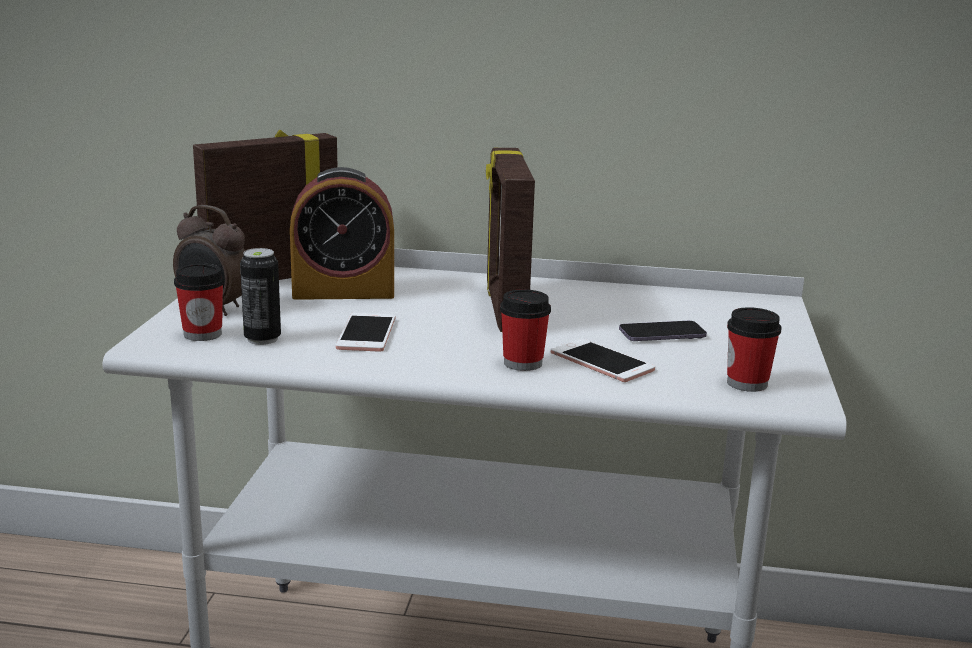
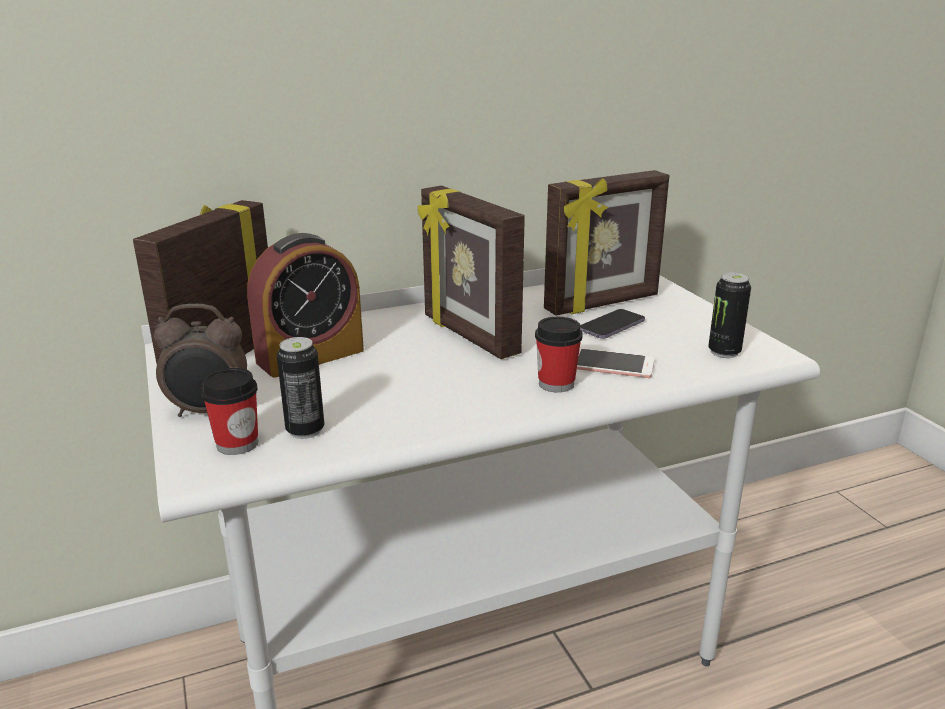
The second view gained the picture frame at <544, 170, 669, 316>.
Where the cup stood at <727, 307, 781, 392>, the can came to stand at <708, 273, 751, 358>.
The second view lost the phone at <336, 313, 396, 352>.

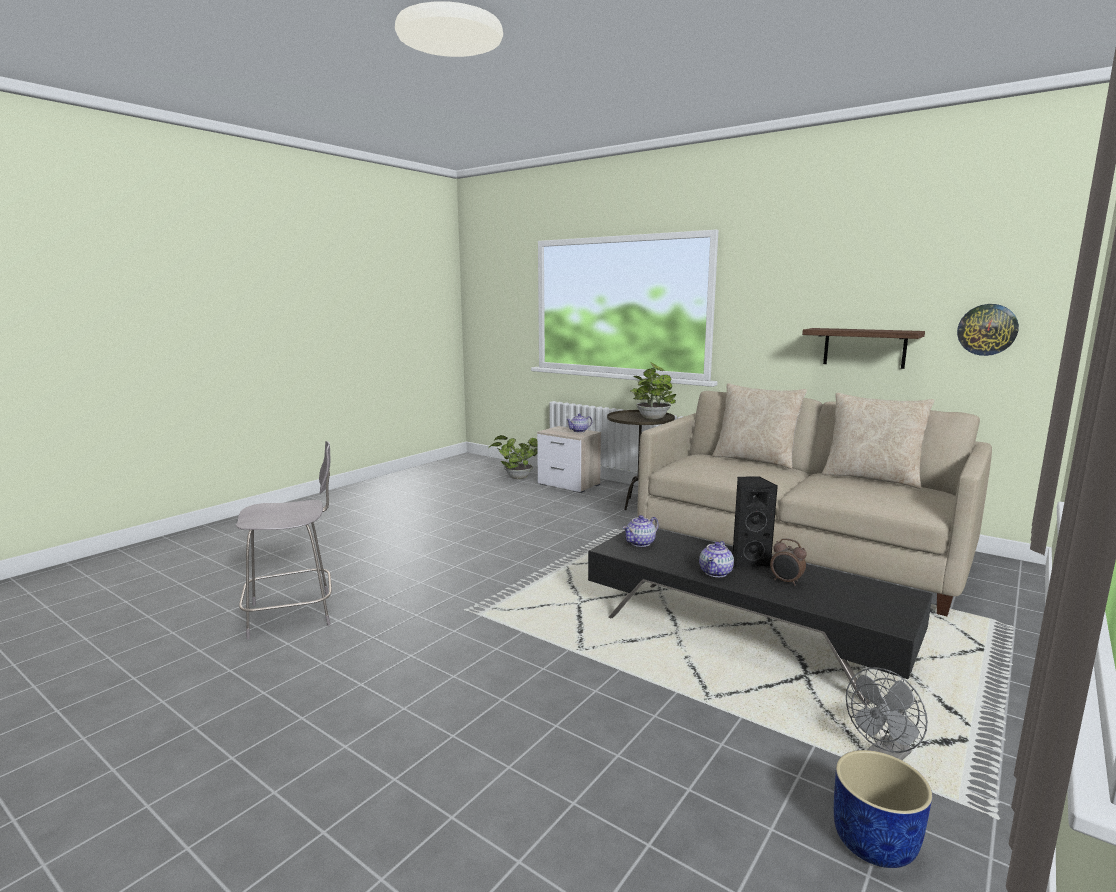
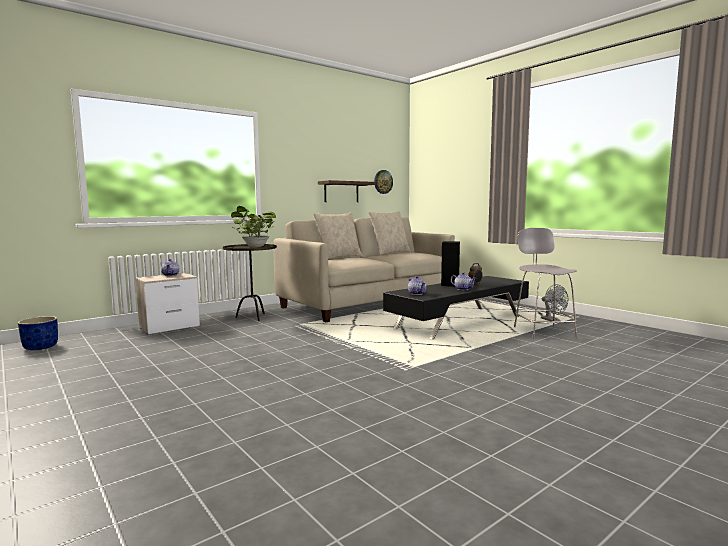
The blue planter ended up elsewhere, having gone from <834, 750, 932, 868> to <18, 316, 58, 350>.
The grey stool ended up elsewhere, having gone from <236, 441, 332, 639> to <514, 228, 577, 340>.
The second view lost the potted plant at <488, 435, 537, 479>.

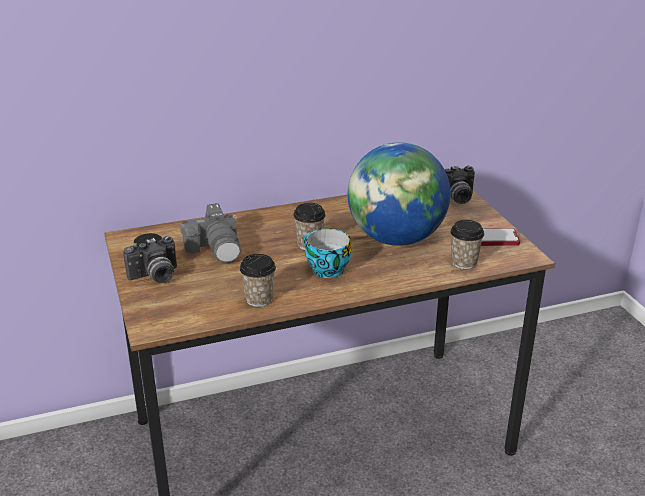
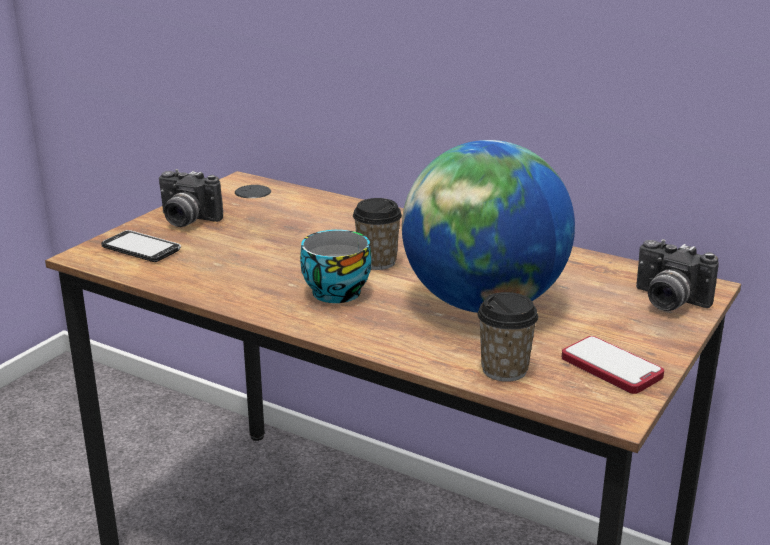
The second view gained the phone at <101, 230, 181, 262>.
The second view lost the photo camera at <180, 203, 241, 263>.
The second view lost the cup at <240, 254, 276, 307>.

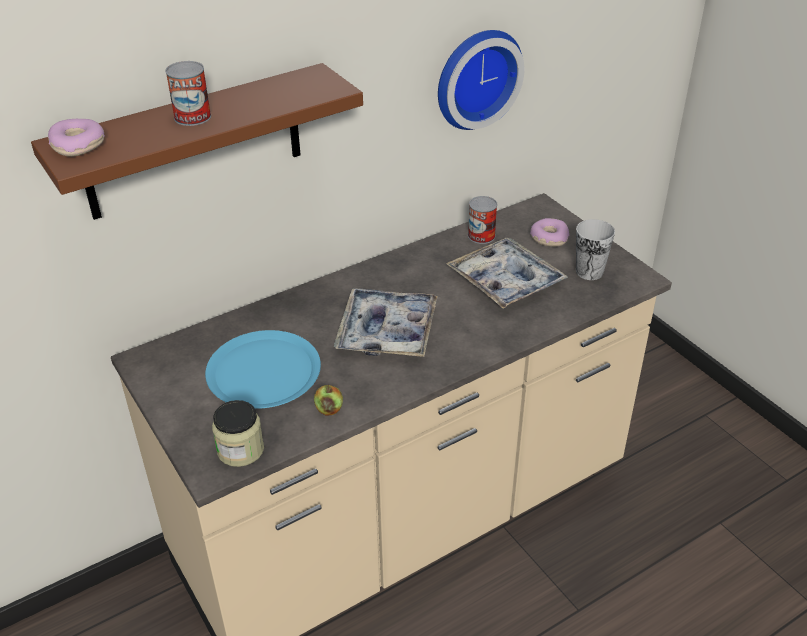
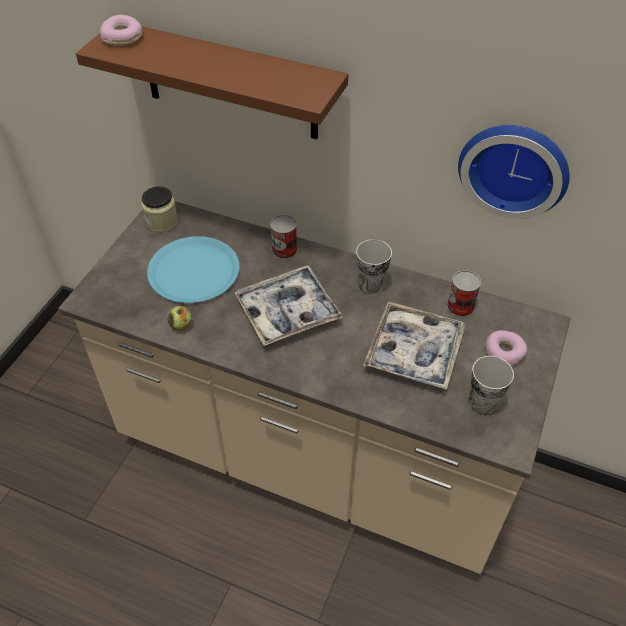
The jar ended up elsewhere, having gone from <212, 400, 264, 467> to <141, 186, 178, 232>.
The can ended up elsewhere, having gone from <165, 61, 211, 126> to <270, 215, 297, 259>.
The second view gained the cup at <356, 239, 392, 294>.

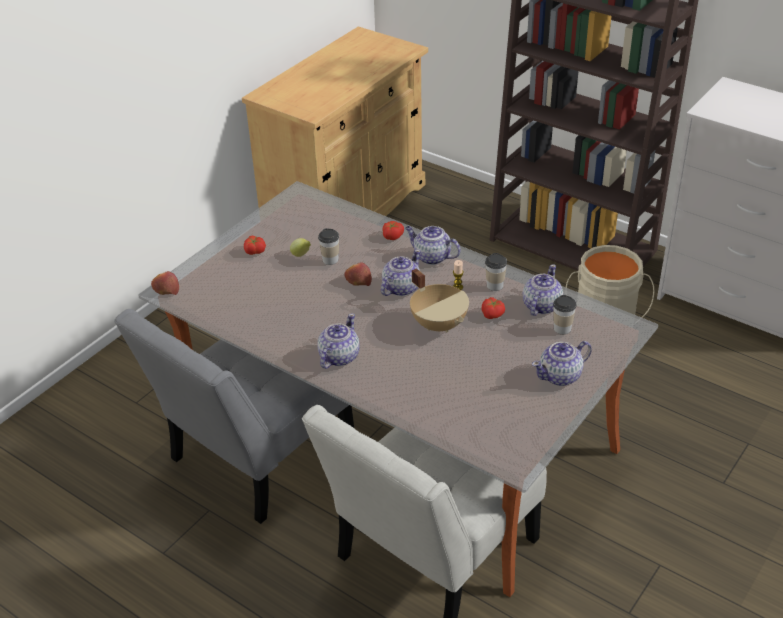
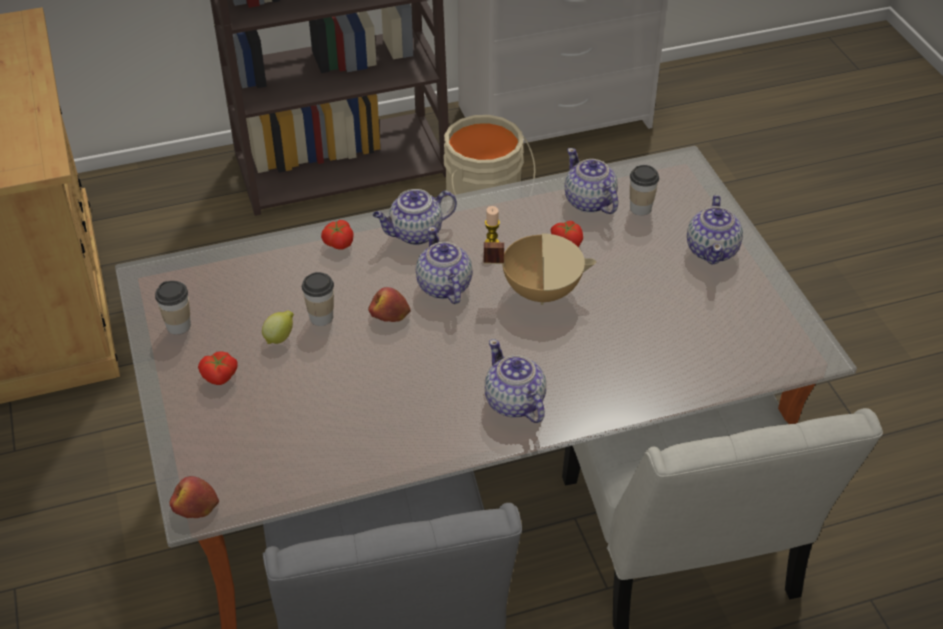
The cup ended up elsewhere, having gone from <485, 253, 507, 291> to <155, 281, 191, 335>.

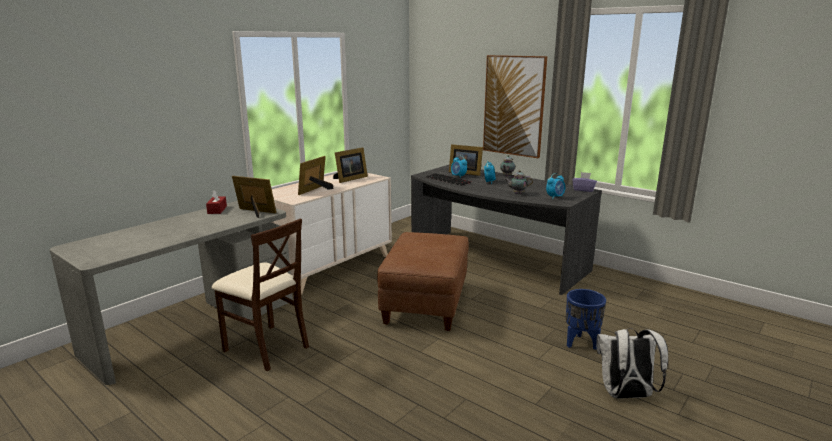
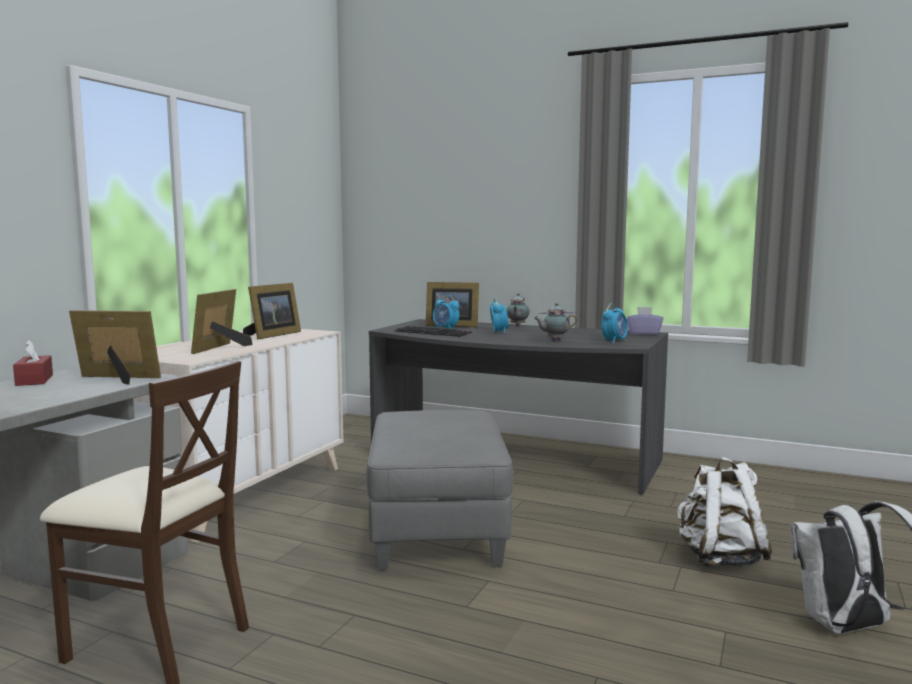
What was the brown ottoman at <377, 232, 469, 331> turned into the grey ottoman at <366, 410, 514, 570>.
Where the blue planter stood at <566, 289, 606, 350>, the white backpack came to stand at <677, 457, 774, 567>.
The second view lost the picture at <483, 55, 547, 158>.

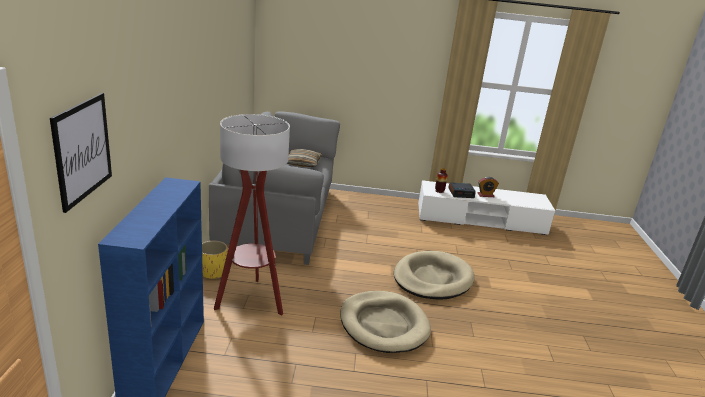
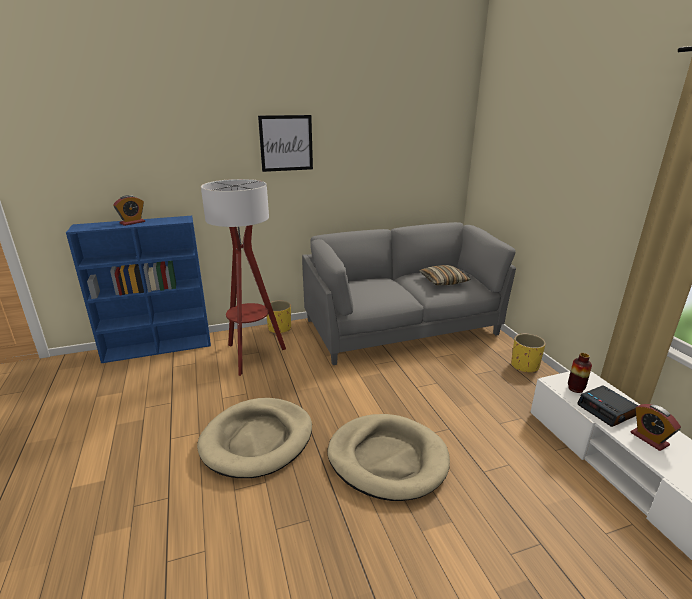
The second view gained the alarm clock at <113, 195, 145, 226>.
The picture ended up elsewhere, having gone from <50, 93, 112, 213> to <258, 115, 313, 172>.
The second view gained the yellow planter at <511, 334, 546, 373>.

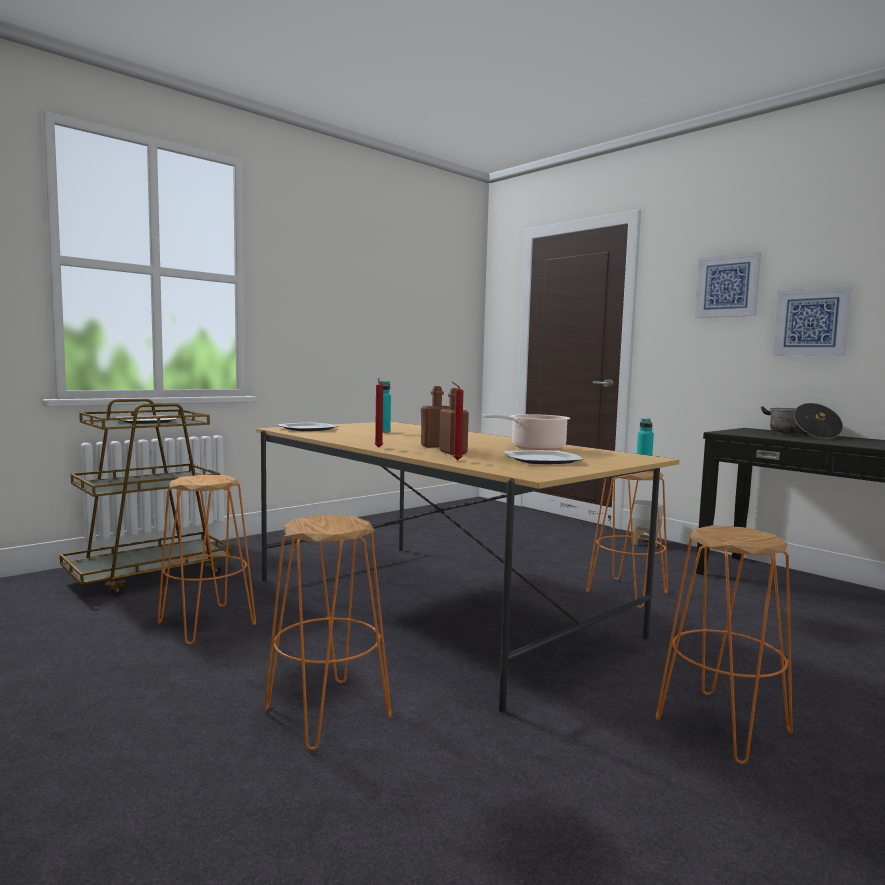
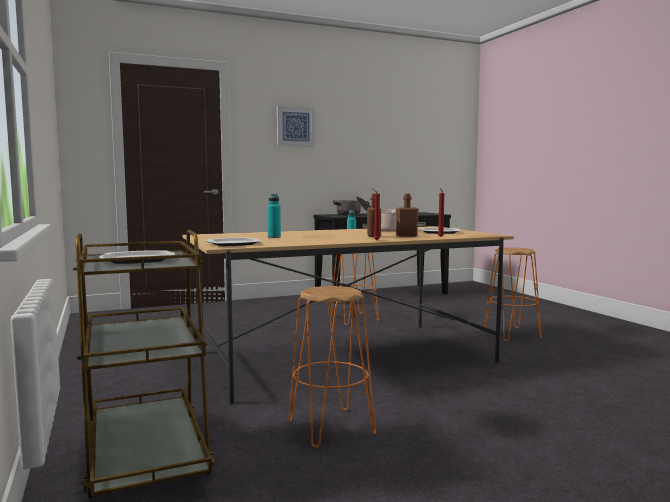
The second view lost the orange stool at <264, 515, 391, 750>.
The second view lost the grey planter at <632, 500, 663, 547>.
The second view lost the picture at <773, 286, 852, 356>.

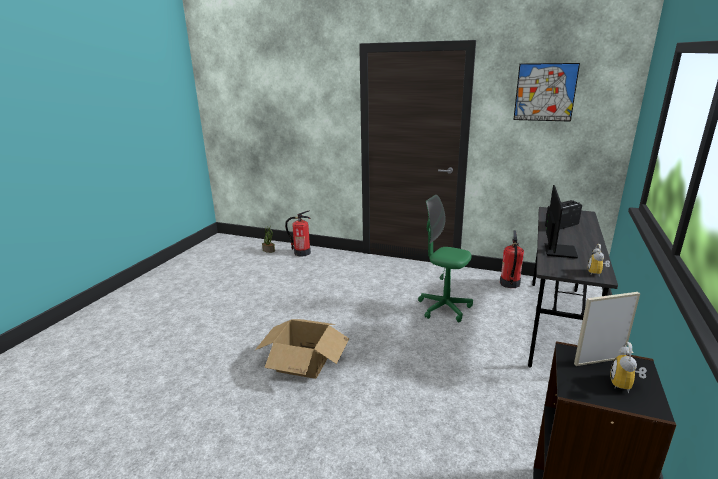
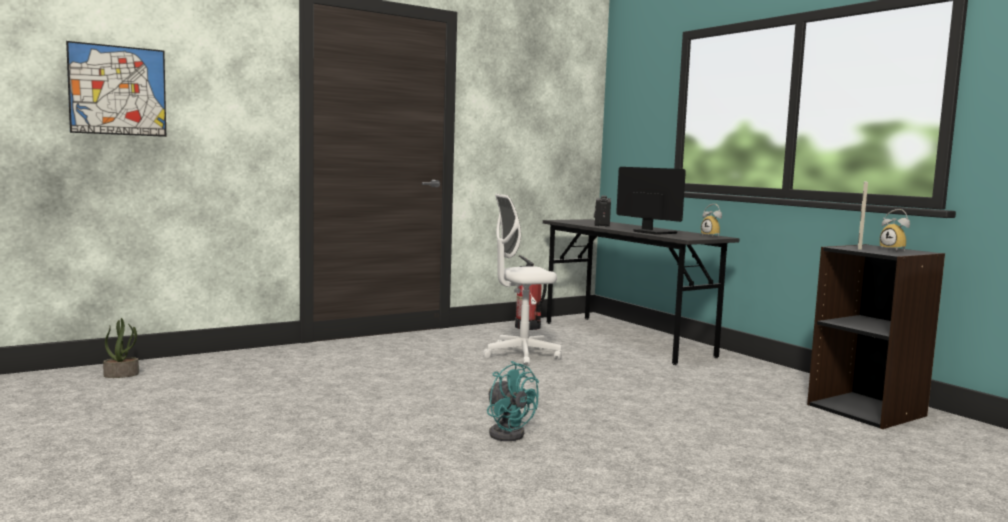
The picture ended up elsewhere, having gone from <513, 63, 580, 122> to <66, 41, 166, 137>.
What was the green office chair at <418, 195, 473, 322> turned into the white office chair at <483, 194, 562, 366>.
Where the cardboard box stood at <255, 319, 349, 379>, the turquoise fan came to stand at <487, 361, 539, 441>.
The second view lost the fire extinguisher at <285, 210, 311, 257>.

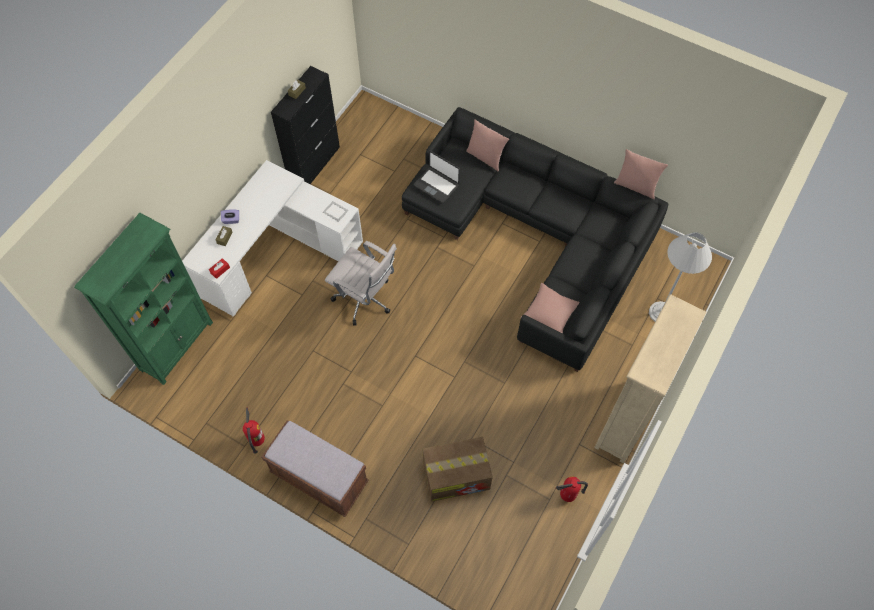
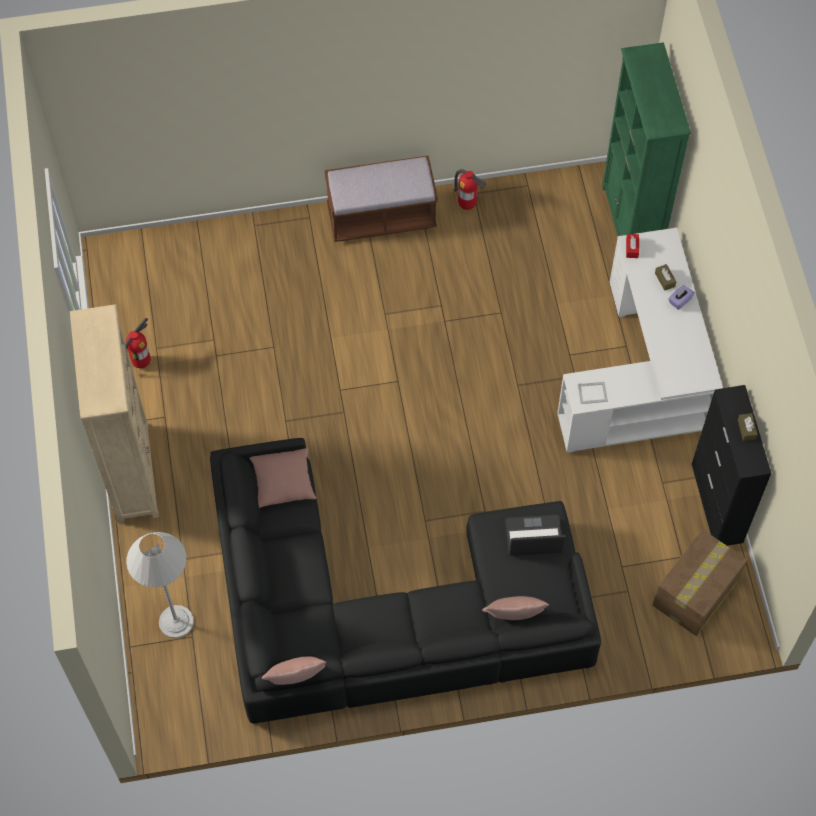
The cardboard box ended up elsewhere, having gone from <423, 437, 493, 501> to <652, 529, 747, 636>.
The second view lost the white office chair at <325, 241, 397, 326>.

